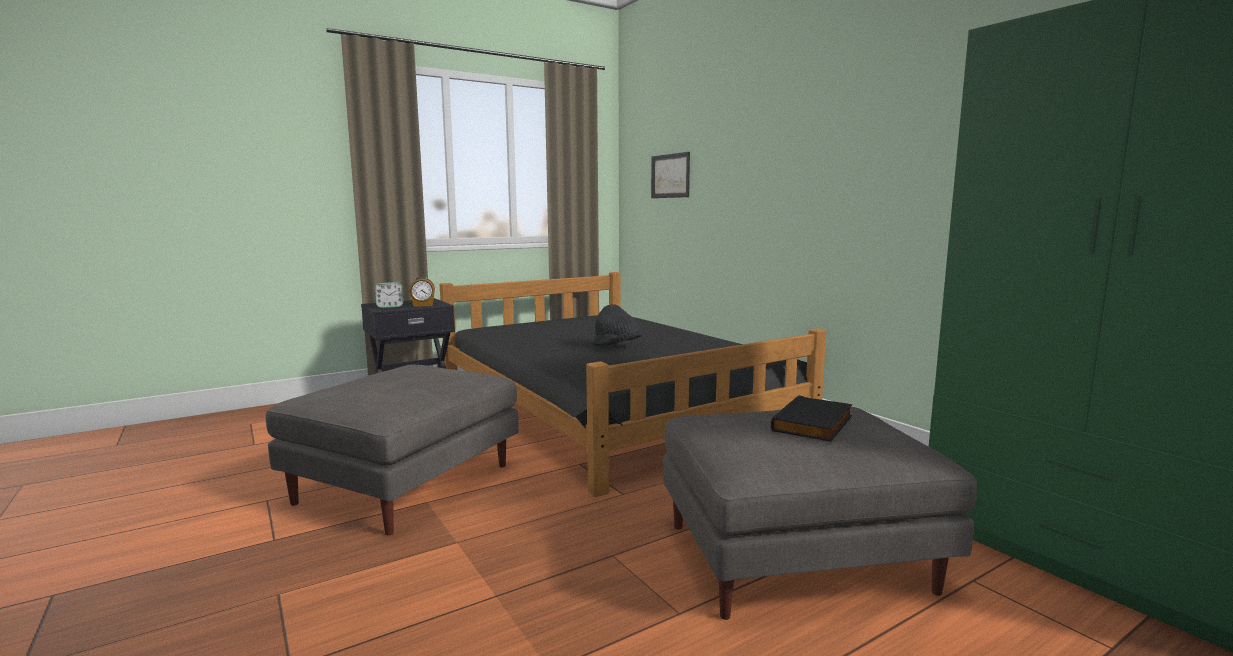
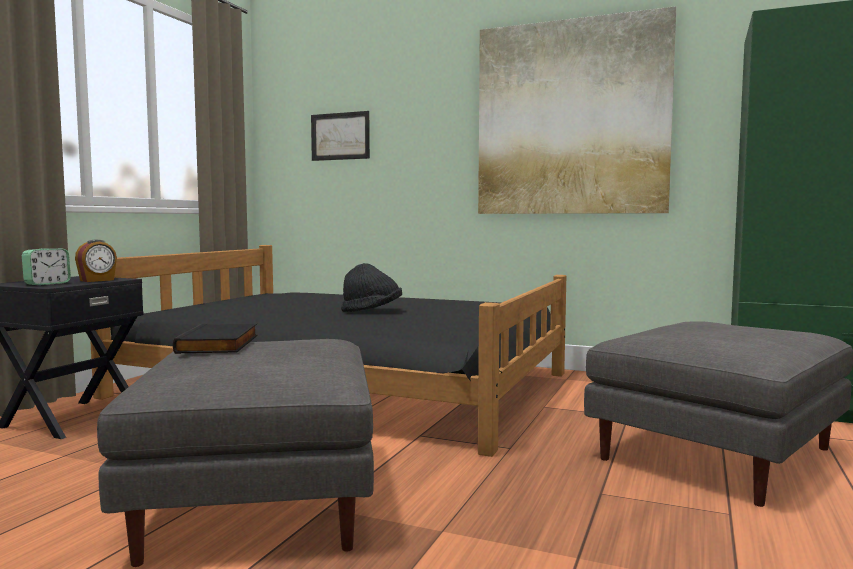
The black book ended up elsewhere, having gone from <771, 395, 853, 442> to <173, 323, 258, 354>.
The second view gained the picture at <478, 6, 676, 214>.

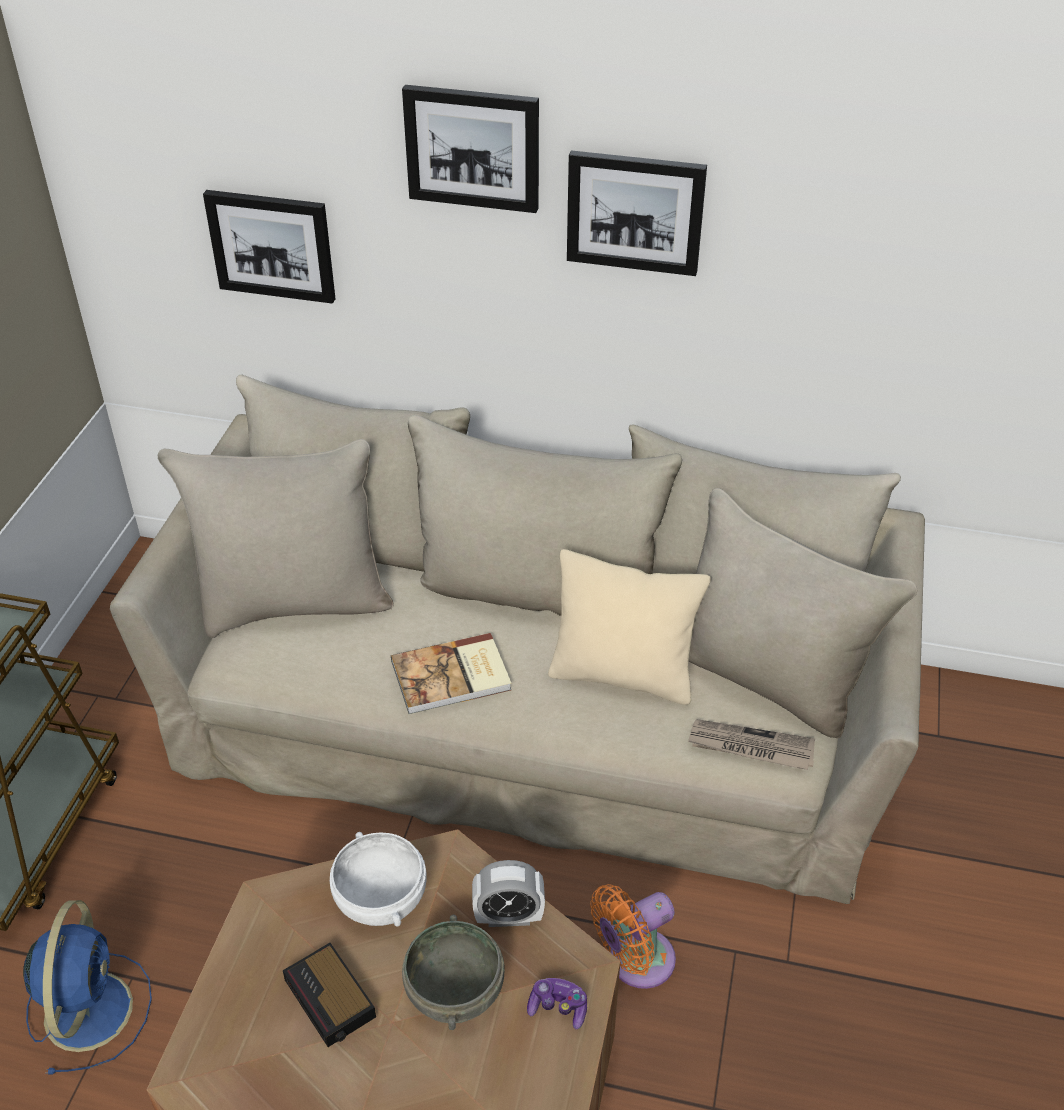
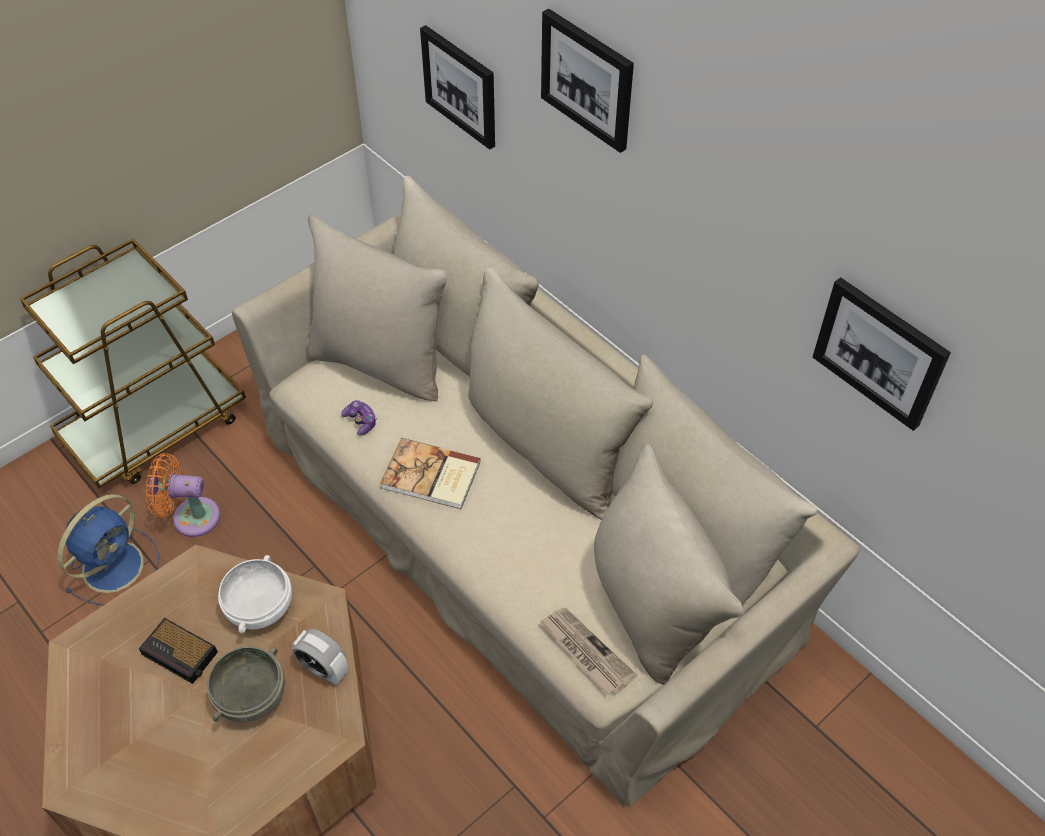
The alarm clock at <283, 943, 376, 1047> ended up facing another way, 60 degrees counterclockwise from before.
The orange fan ended up elsewhere, having gone from <590, 884, 676, 989> to <146, 453, 220, 537>.
The game controller ended up elsewhere, having gone from <527, 978, 587, 1029> to <341, 400, 377, 436>.
The picture ended up elsewhere, having gone from <567, 150, 707, 276> to <813, 277, 951, 431>.
The second view lost the beige pillow at <548, 549, 711, 705>.

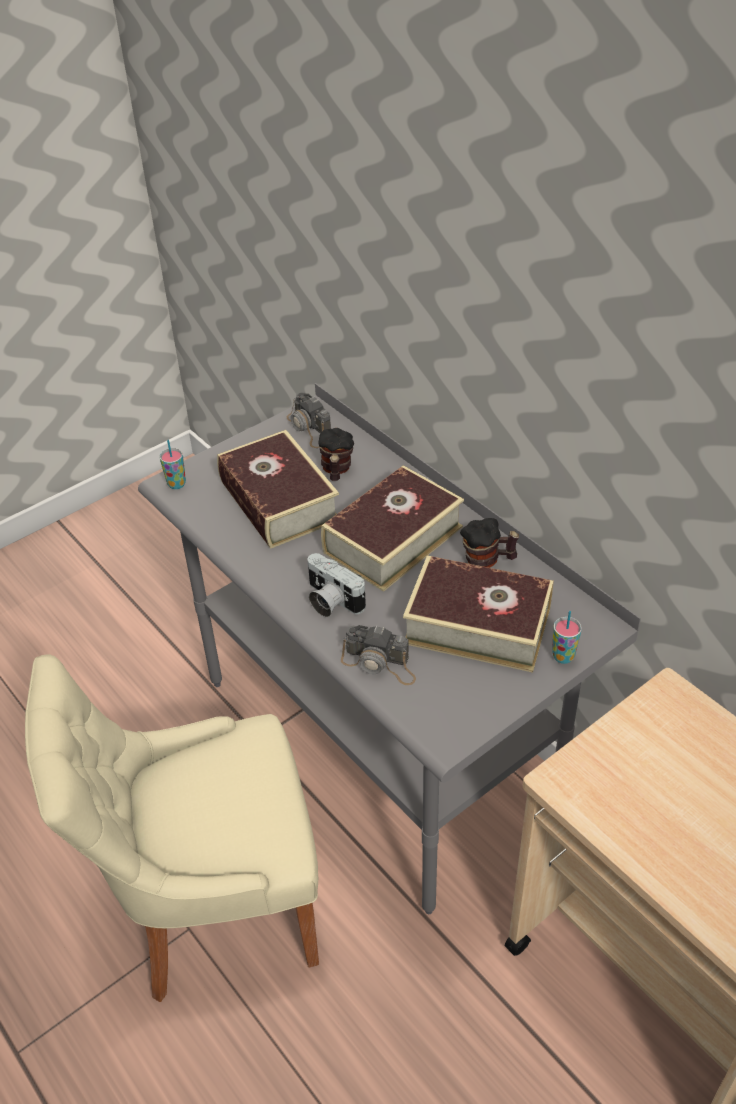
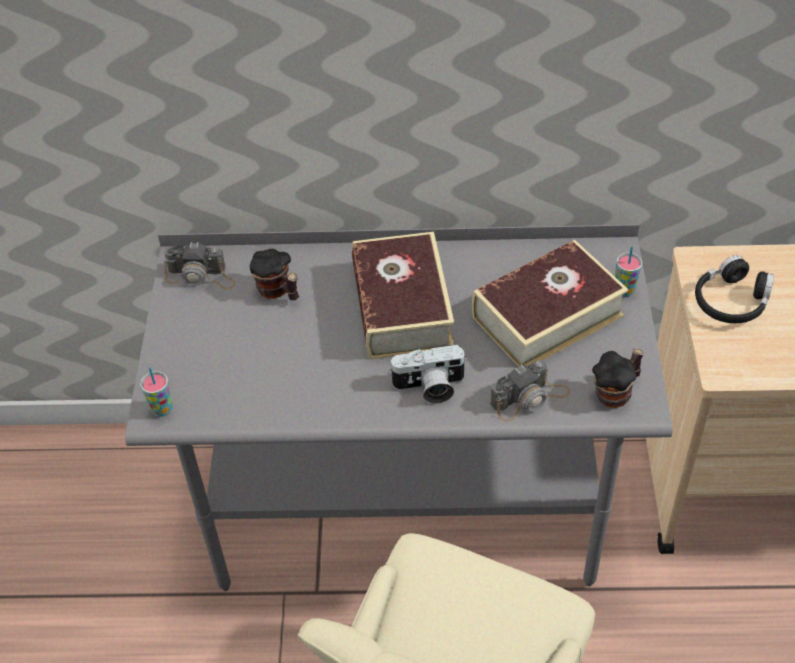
The mug ended up elsewhere, having gone from <460, 518, 519, 568> to <592, 349, 644, 408>.
The second view gained the black headphones at <695, 255, 774, 323>.
The second view lost the book at <217, 430, 339, 549>.

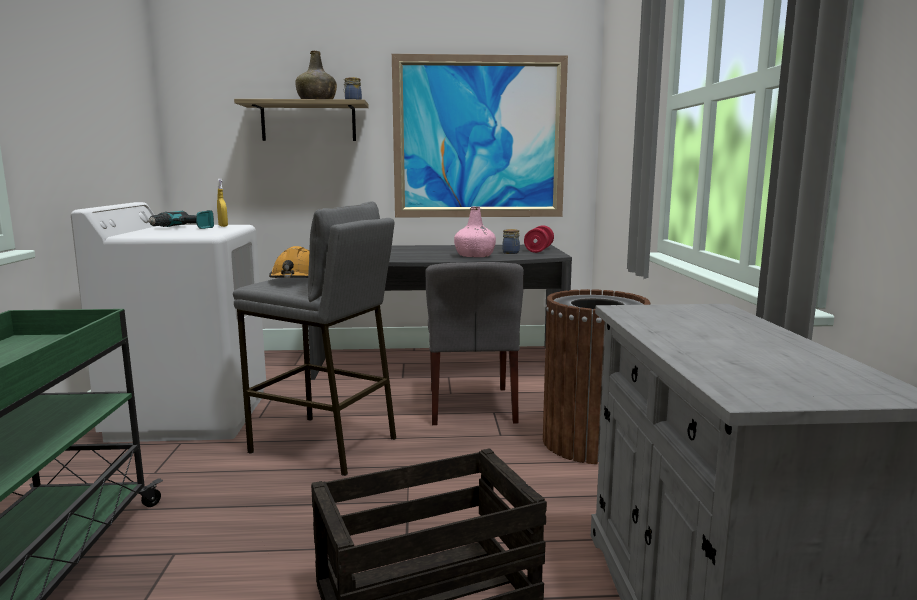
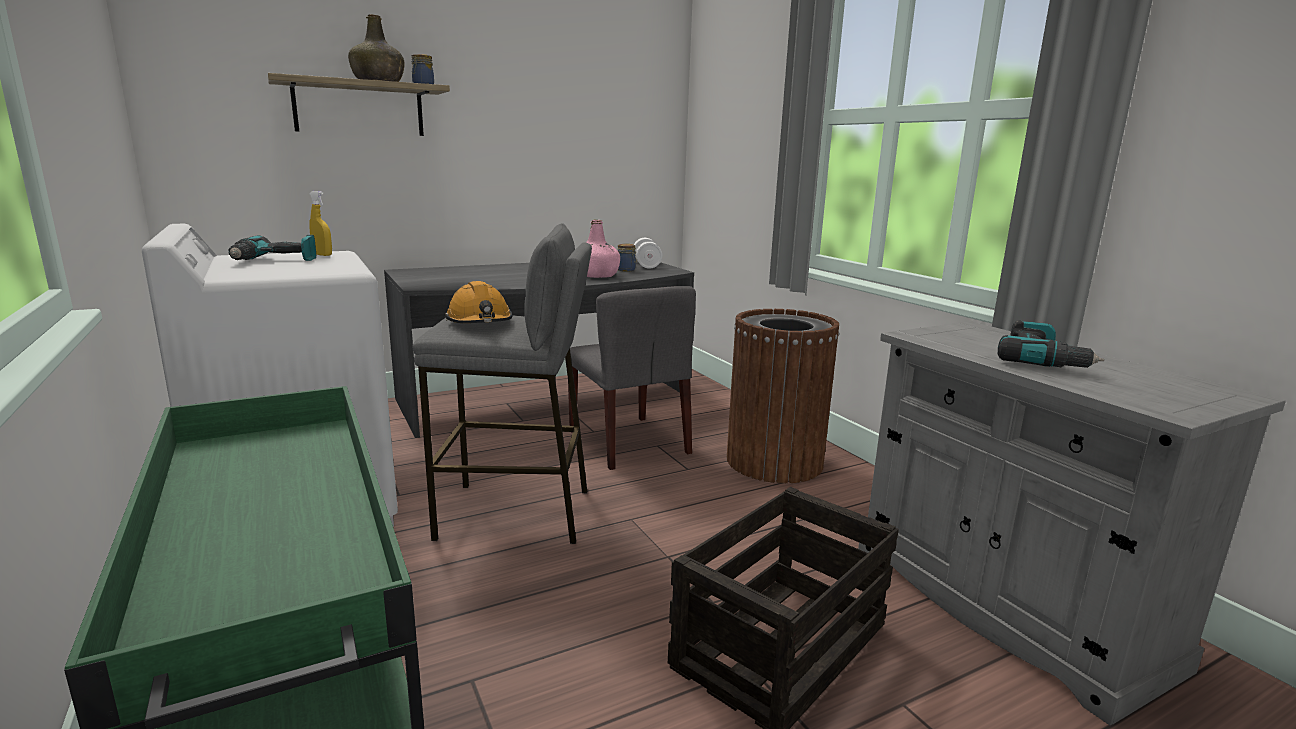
What was the red dumbbell at <524, 225, 554, 253> turned into the white dumbbell at <634, 238, 662, 269>.
The second view gained the power drill at <998, 320, 1104, 368>.
The second view lost the picture at <392, 54, 568, 217>.

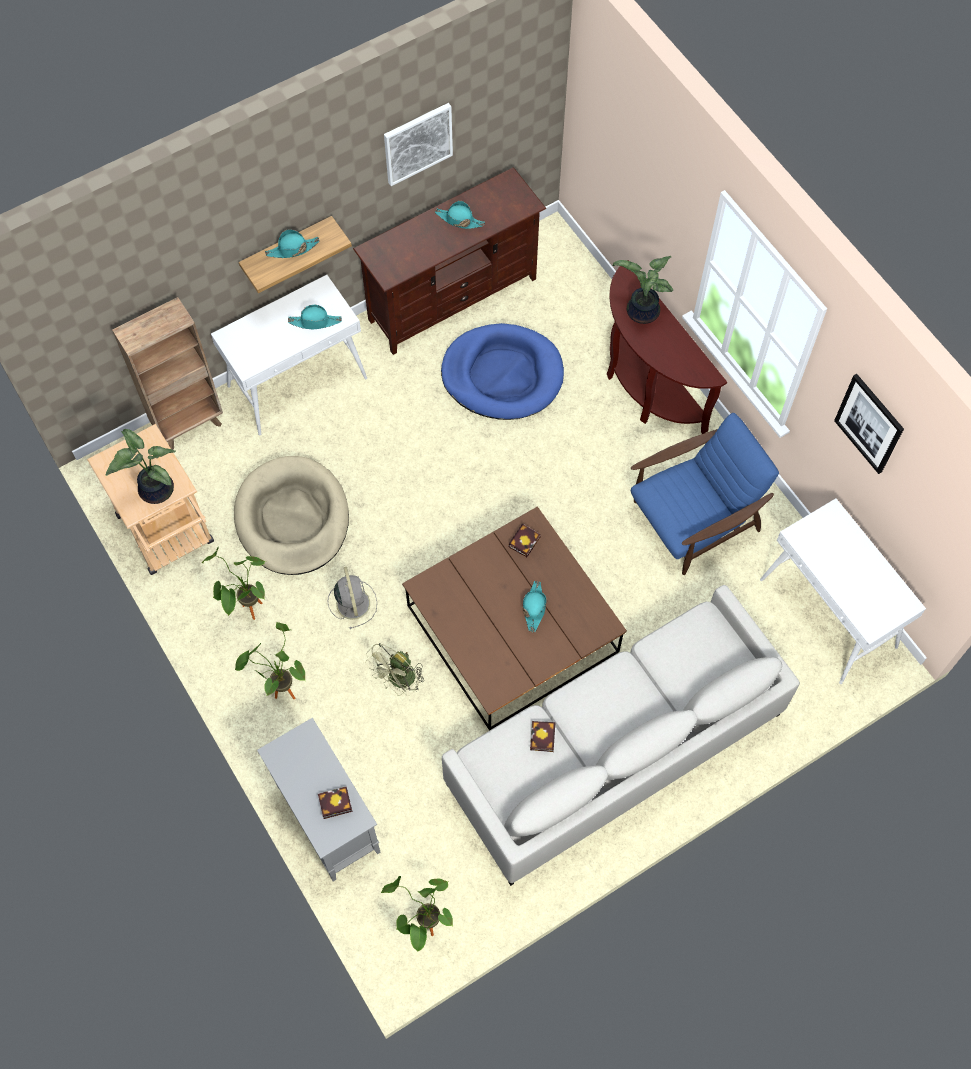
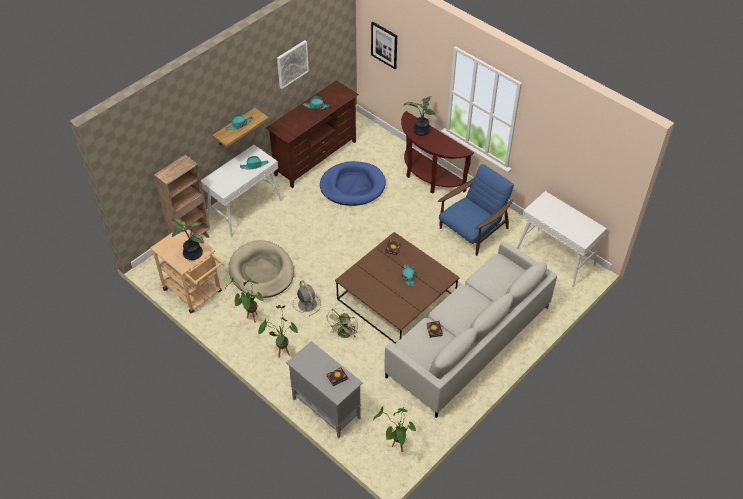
The picture ended up elsewhere, having gone from <834, 374, 904, 474> to <371, 21, 397, 69>.

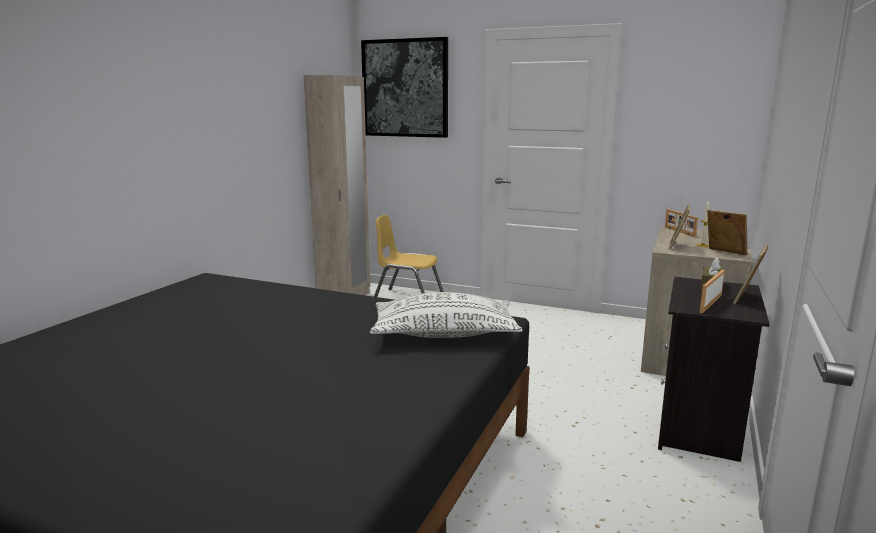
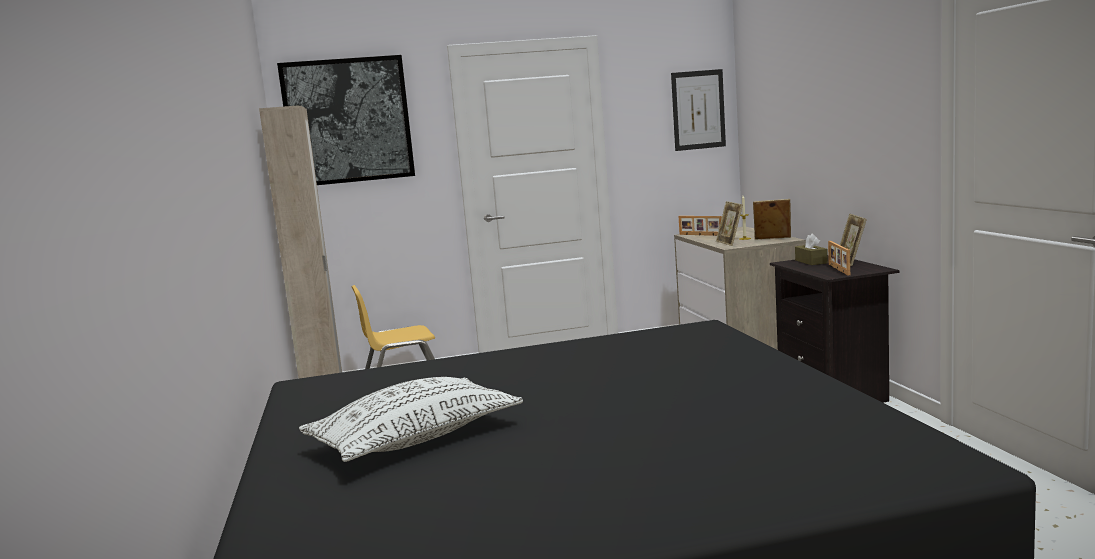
The white pillow ended up elsewhere, having gone from <370, 292, 523, 338> to <299, 377, 523, 462>.
The second view gained the picture at <671, 69, 726, 151>.

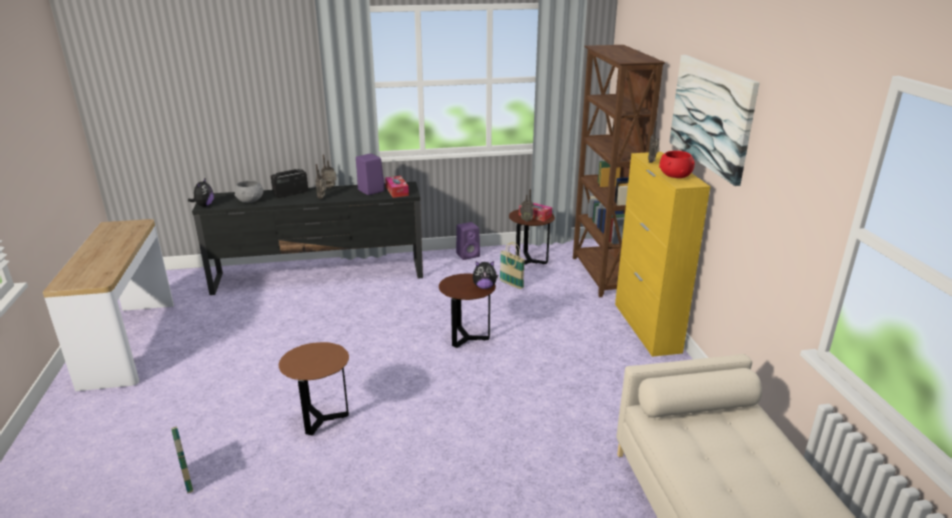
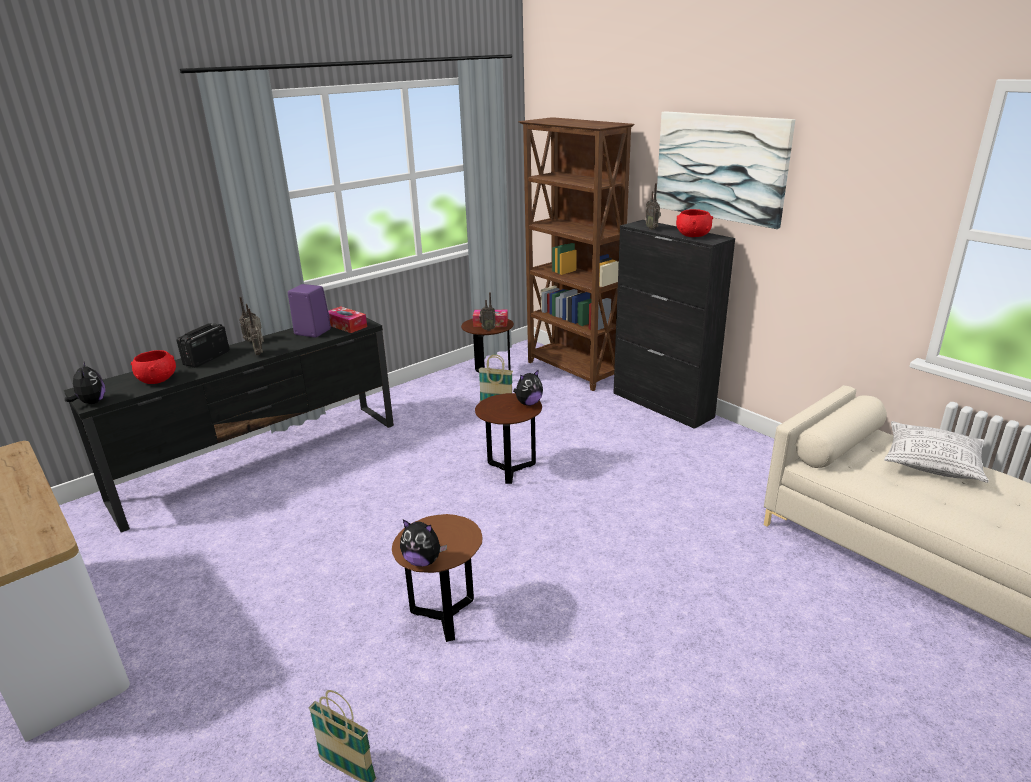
What was the grey bowl at <235, 180, 264, 203> turned into the red bowl at <131, 350, 176, 384>.
The second view gained the plush toy at <400, 520, 447, 567>.
What was the yellow cabinet at <615, 152, 711, 357> turned into the black cabinet at <613, 220, 735, 429>.
The second view gained the pillow at <884, 421, 989, 483>.
The second view lost the purple speaker at <456, 222, 480, 260>.

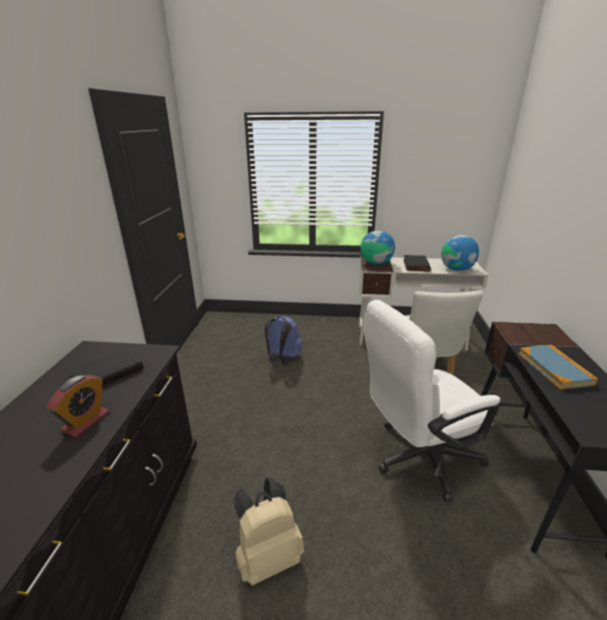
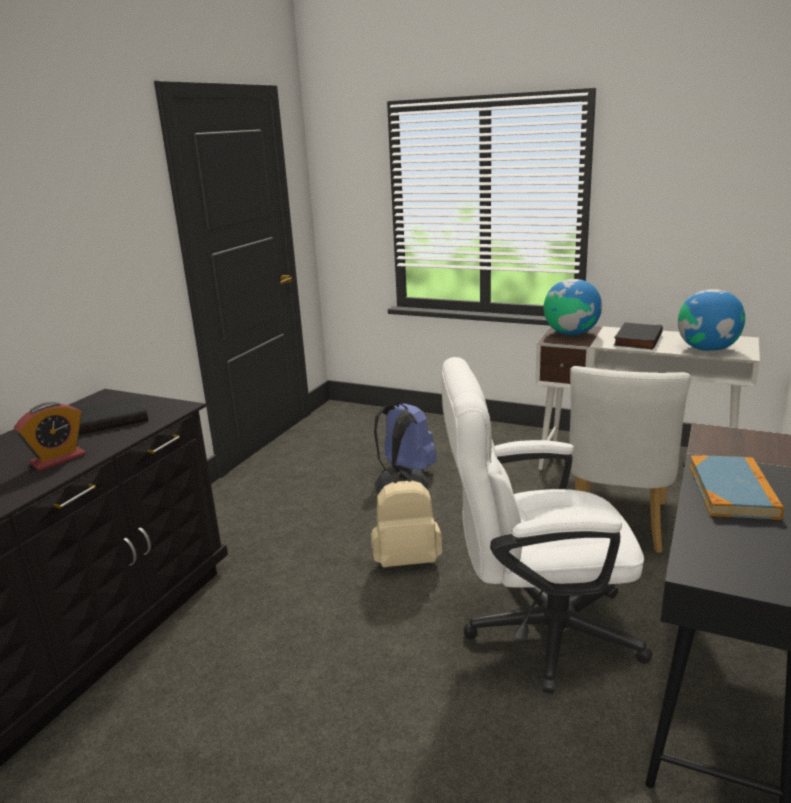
The beige backpack ended up elsewhere, having gone from <234, 477, 304, 586> to <371, 469, 442, 568>.

